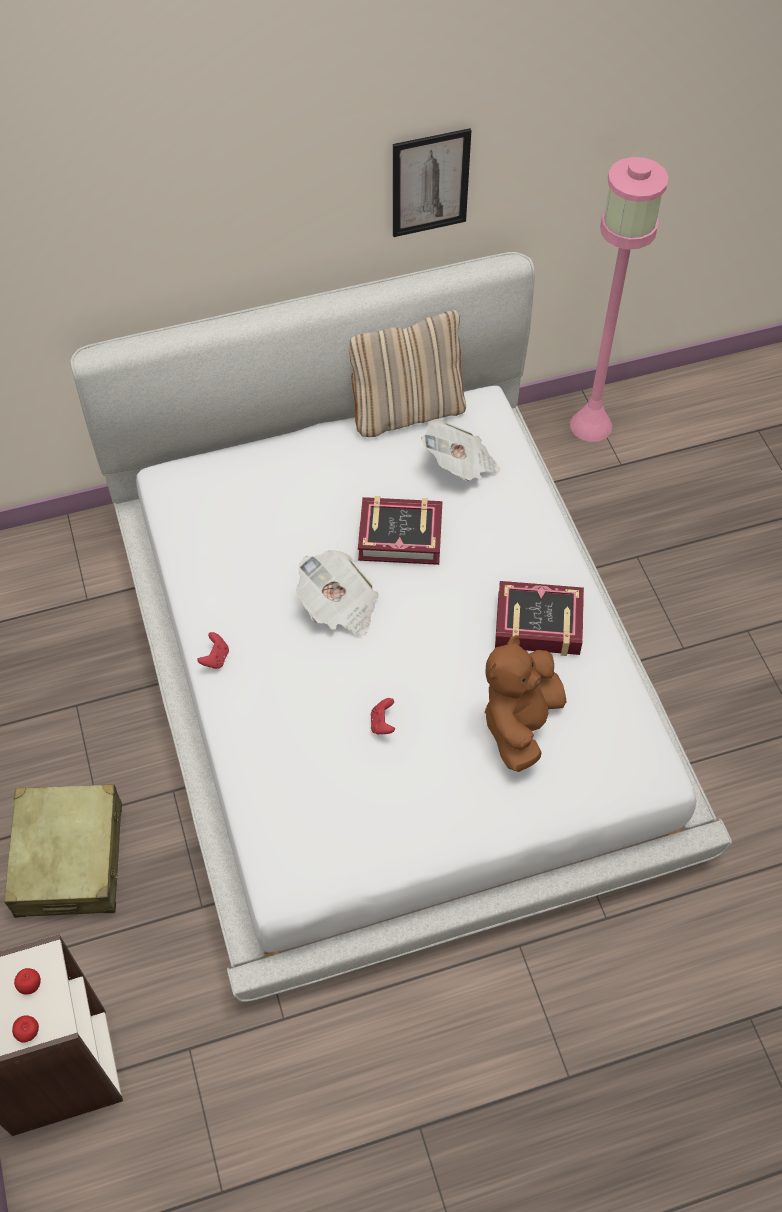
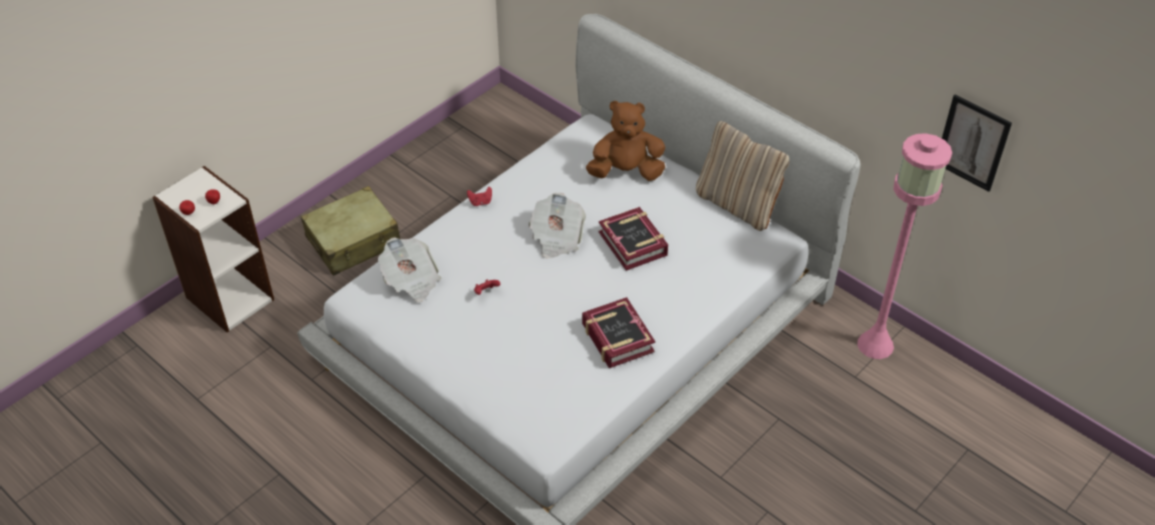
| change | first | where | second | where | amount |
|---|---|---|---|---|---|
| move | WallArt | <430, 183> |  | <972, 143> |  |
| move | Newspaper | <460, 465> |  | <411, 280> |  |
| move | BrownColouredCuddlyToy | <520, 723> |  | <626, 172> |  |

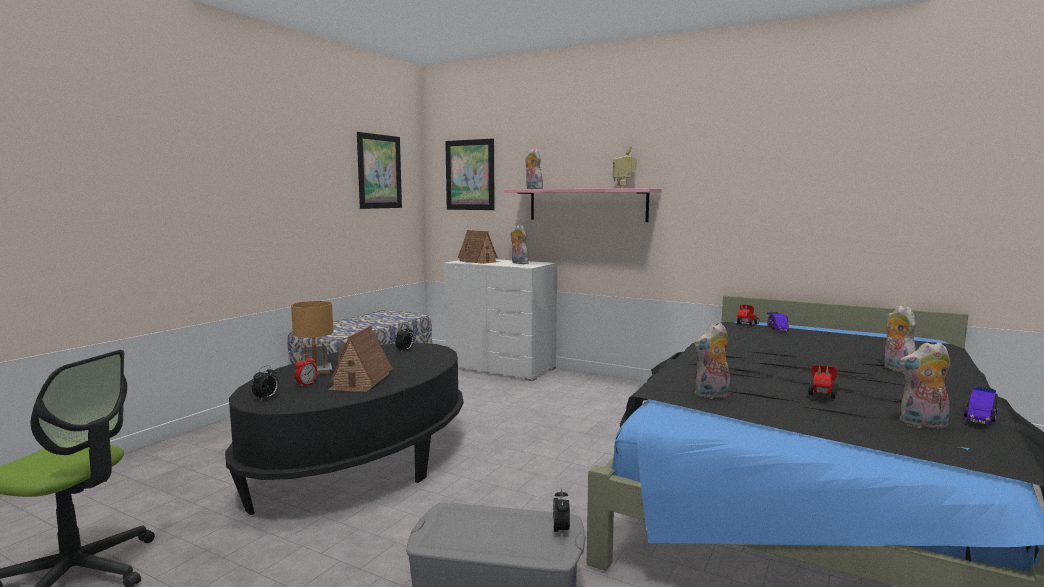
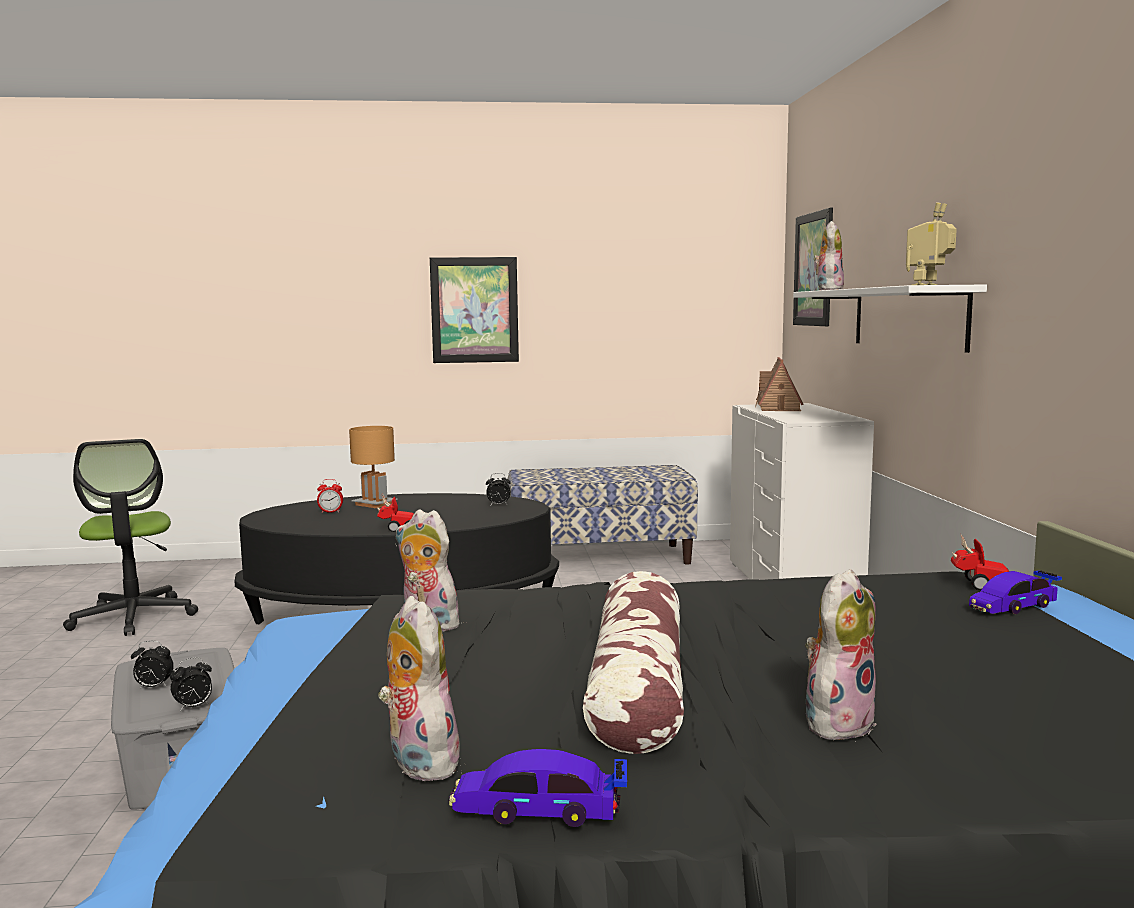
| change | first | where | second | where | amount |
|---|---|---|---|---|---|
| move | WallArt | <379, 171> |  | <474, 310> |  |
| recolor | PinkishWallShelf | <587, 205> | WhitishWallShelf | <907, 318> |  |
| delete | CuddlyToy | <518, 263> |  |  |  |
| delete | MiniatureHouse | <360, 381> |  |  |  |
| move | MiniatureCar | <822, 396> |  | <397, 529> |  |
| move | BedsideClock | <266, 398> |  | <153, 687> |  |
| insert |  |  | Pillow | <638, 688> |  |

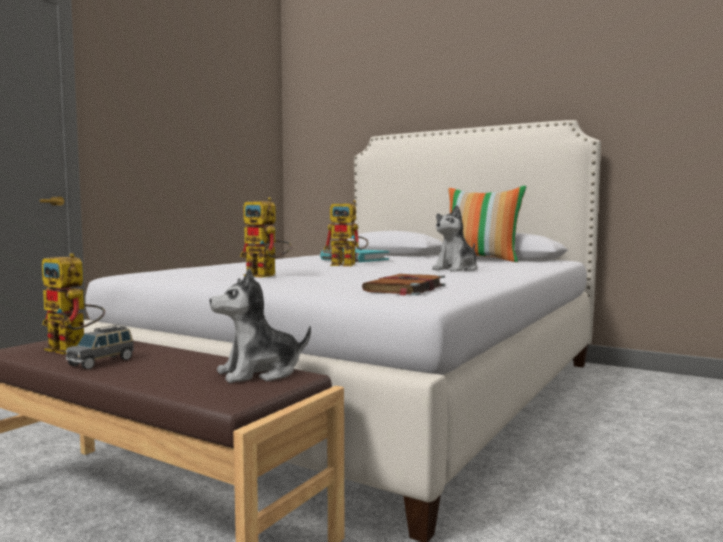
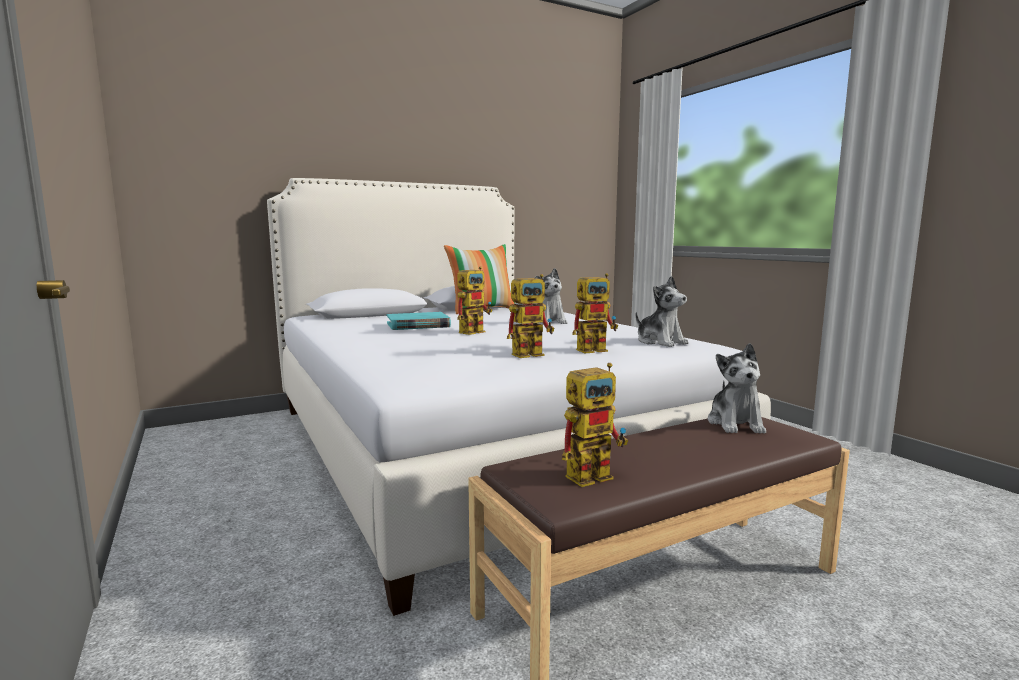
| change | first | where | second | where | amount |
|---|---|---|---|---|---|
| replace | BrownColouredVolume | <405, 288> | CuddlyToy | <660, 342> |  |
| delete | GreyishMiniatureCar | <102, 362> |  |  |  |
| insert |  |  | ModelRobot | <596, 349> |  |

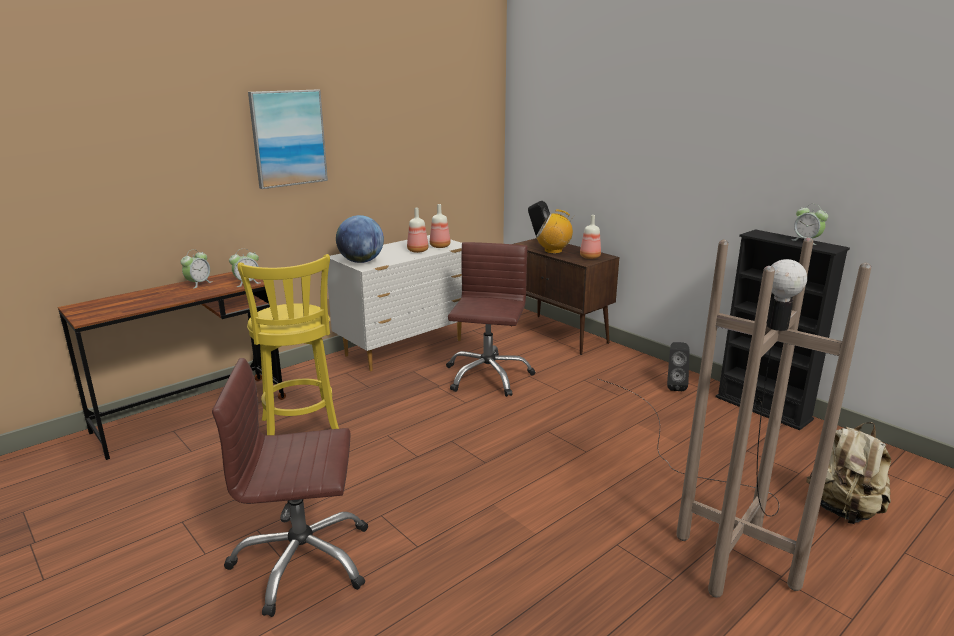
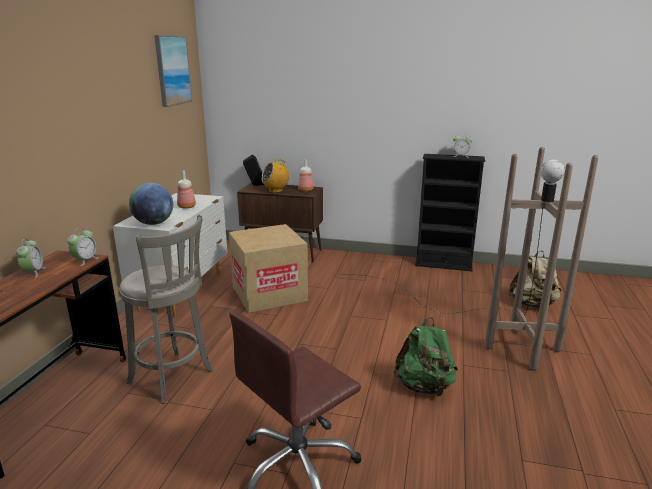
| change | first | where | second | where | amount |
|---|---|---|---|---|---|
| move | WallArt | <288, 138> |  | <172, 70> |  |
| delete | DrinkBottle | <439, 246> |  |  |  |
| replace | BrownColouredDeskChair | <487, 376> | Carton | <269, 293> |  |
| recolor | YellowSittingStool | <301, 430> | GreyishSittingStool | <173, 378> |  |
| delete | BlackishAudioSpeaker | <674, 386> |  |  |  |
| insert |  |  | GreenColouredRucksack | <424, 386> |  |

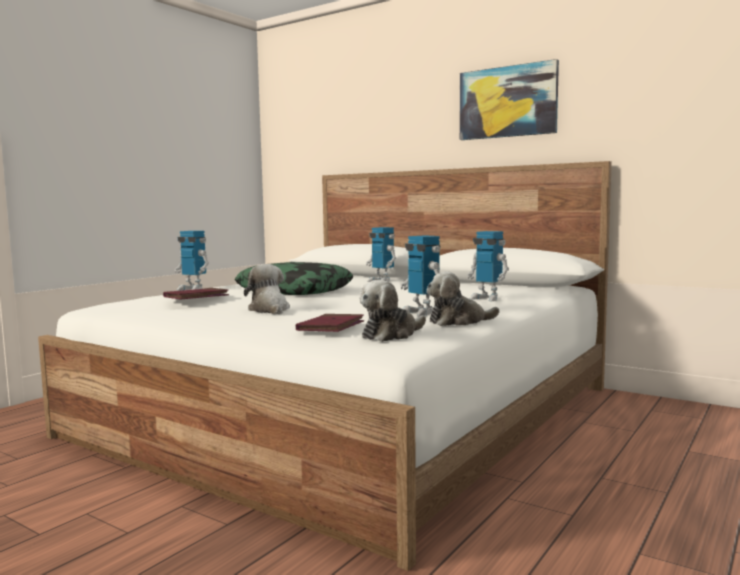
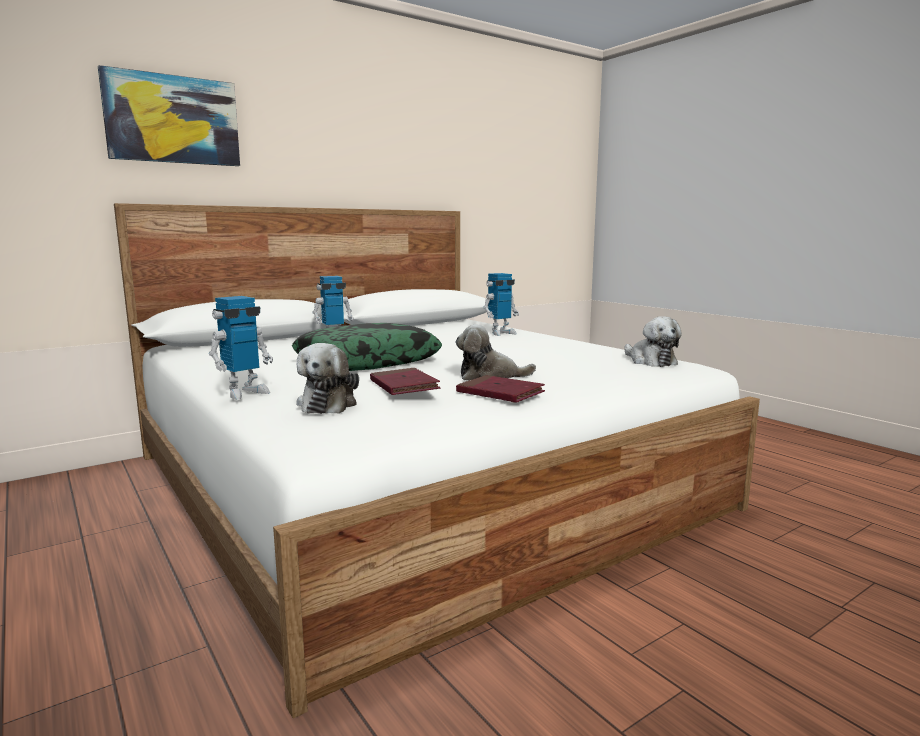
| change | first | where | second | where | amount |
|---|---|---|---|---|---|
| move | WallArt | <507, 102> |  | <173, 119> |  |
| delete | ModelRobot | <421, 312> |  |  |  |
| move | CuddlyToy | <458, 321> |  | <329, 404> |  |
| move | RedColouredVolume | <331, 327> |  | <500, 393> |  |

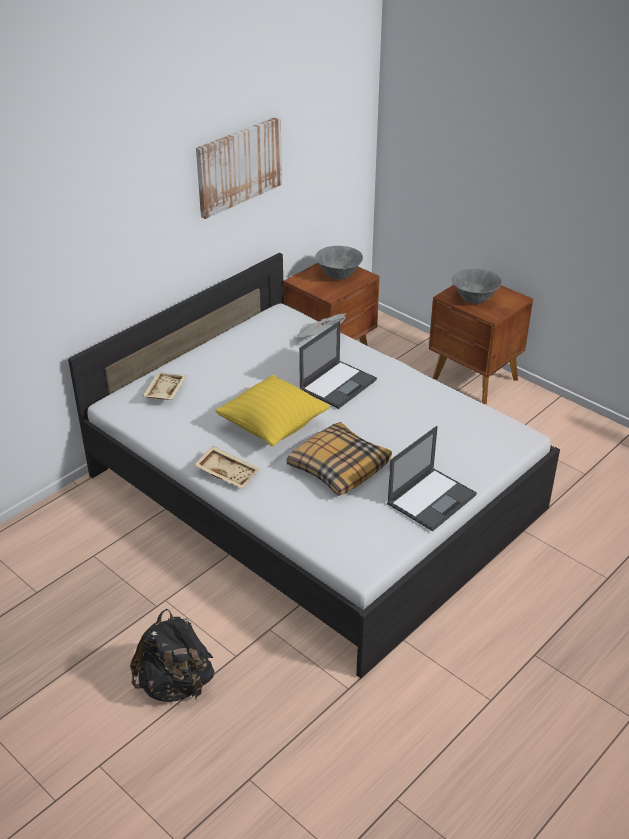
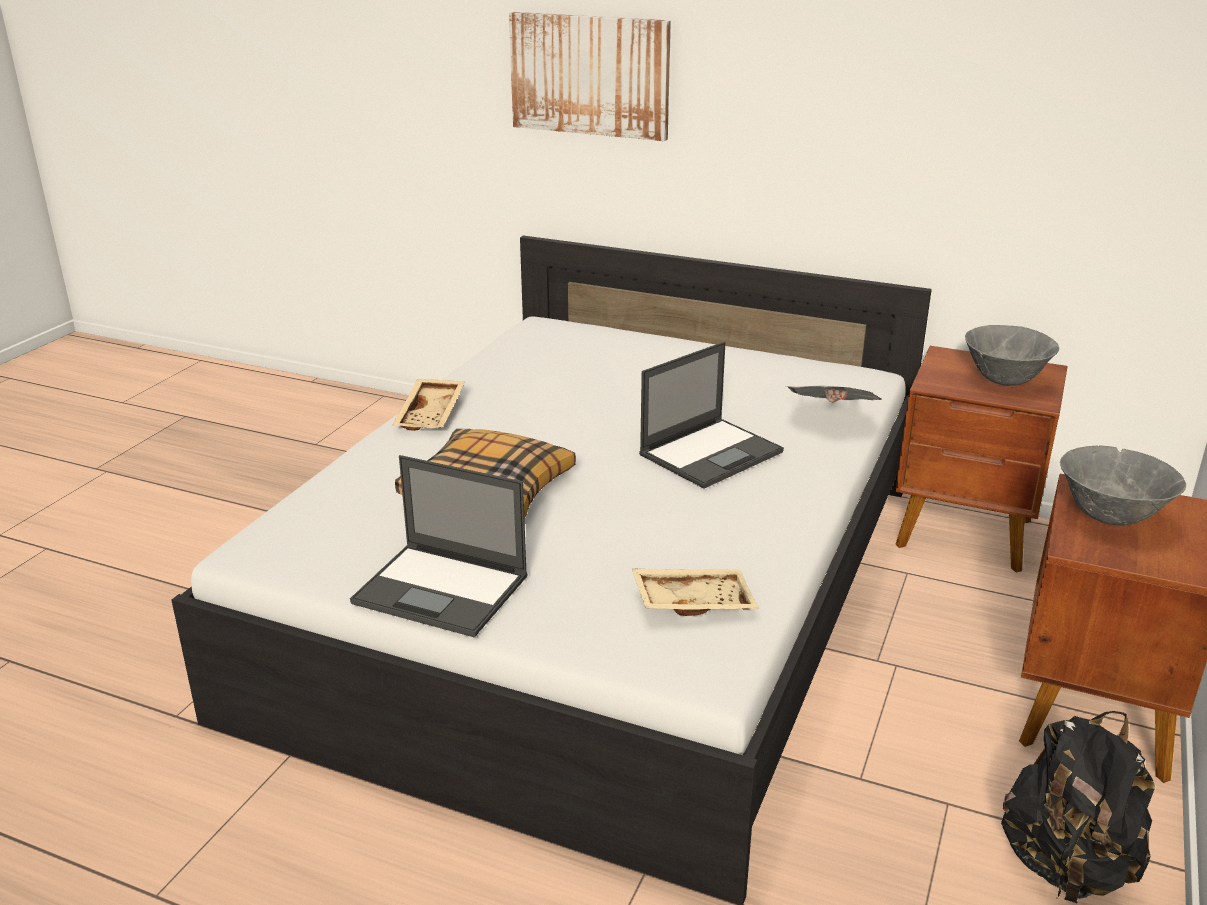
| change | first | where | second | where | amount |
|---|---|---|---|---|---|
| move | WallArt | <239, 166> |  | <590, 75> |  |
| rotate | NotebookComputer | <338, 384> |  | <712, 452> | 60 degrees counterclockwise |
| move | SandColouredServingTray | <164, 391> |  | <693, 601> |  |
| delete | YellowPillow | <273, 427> |  |  |  |
| move | BlackishRucksack | <176, 685> |  | <1066, 866> |  |

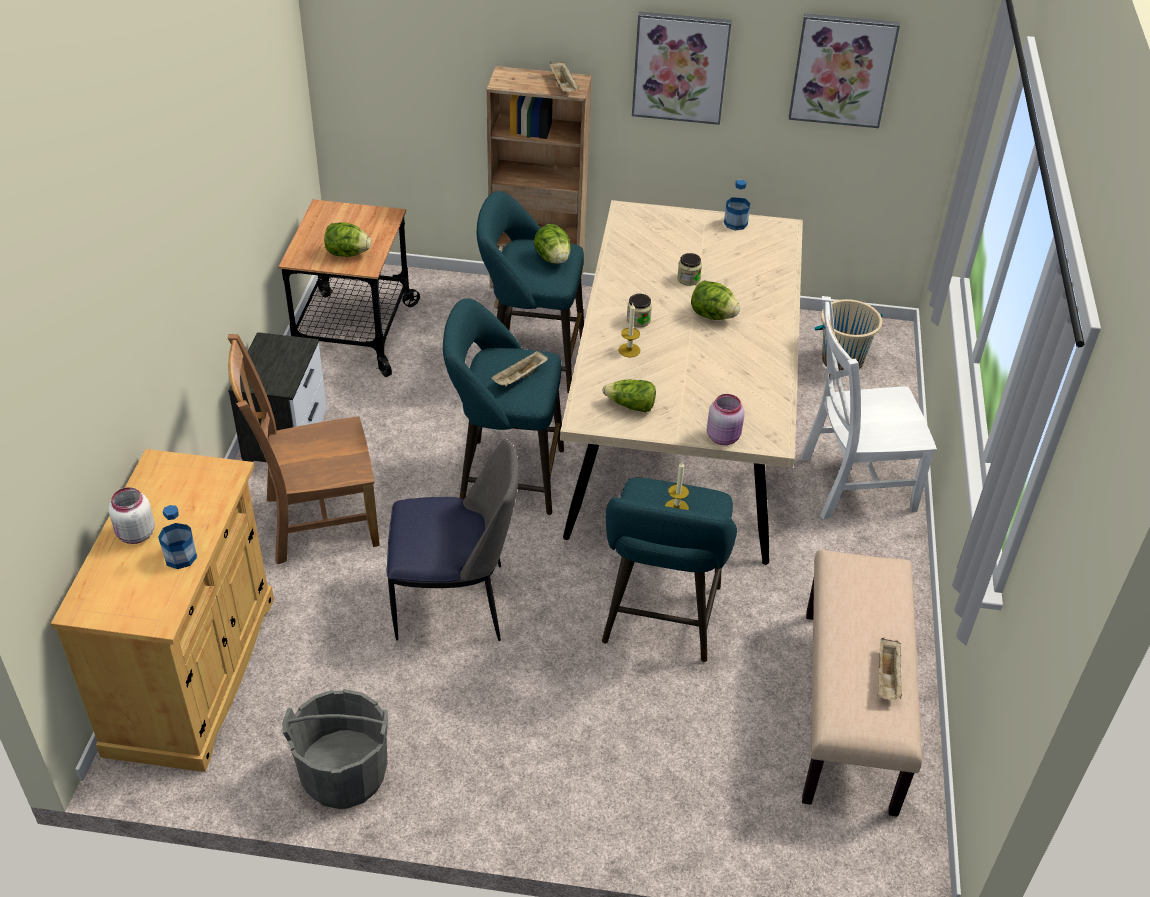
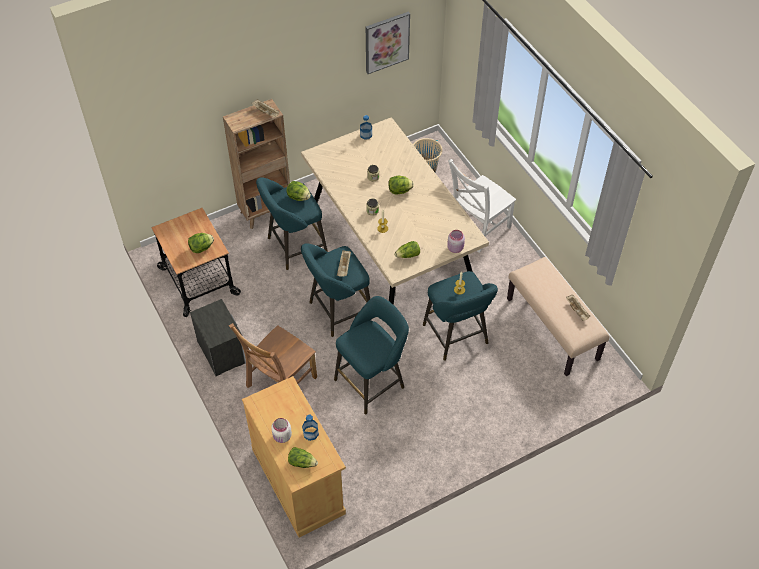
| change | first | where | second | where | amount |
|---|---|---|---|---|---|
| delete | WallArt | <680, 67> |  |  |  |
| replace | Chair | <454, 603> | BlueGreenSittingStool | <372, 382> |  |
| delete | GreyishWaterBucket | <344, 774> |  |  |  |
| insert |  |  | Lettuce | <302, 462> |  |

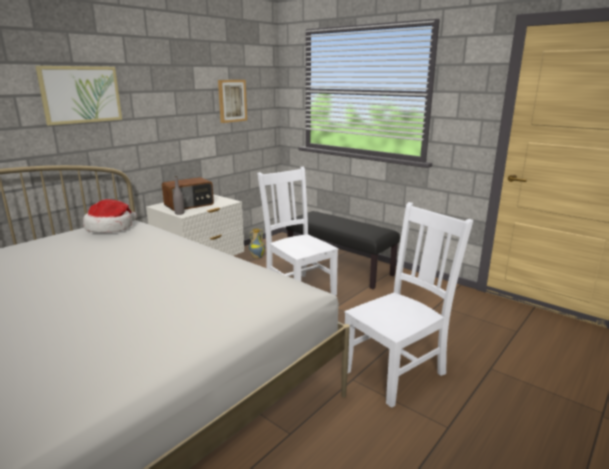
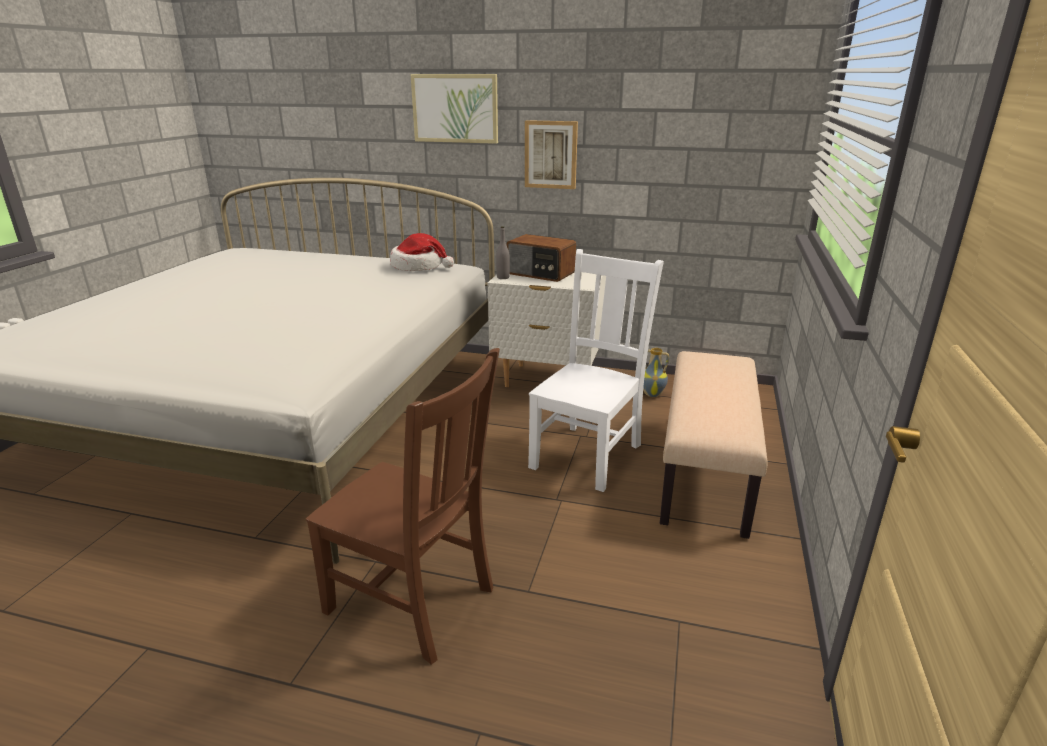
| change | first | where | second | where | amount |
|---|---|---|---|---|---|
| move | WallArt | <232, 101> |  | <551, 154> |  |
| recolor | WhitishChair | <397, 371> | BrownColouredChair | <414, 602> |  |
| recolor | BlackishLongSeat | <340, 267> | SandColouredLongSeat | <706, 471> |  |

